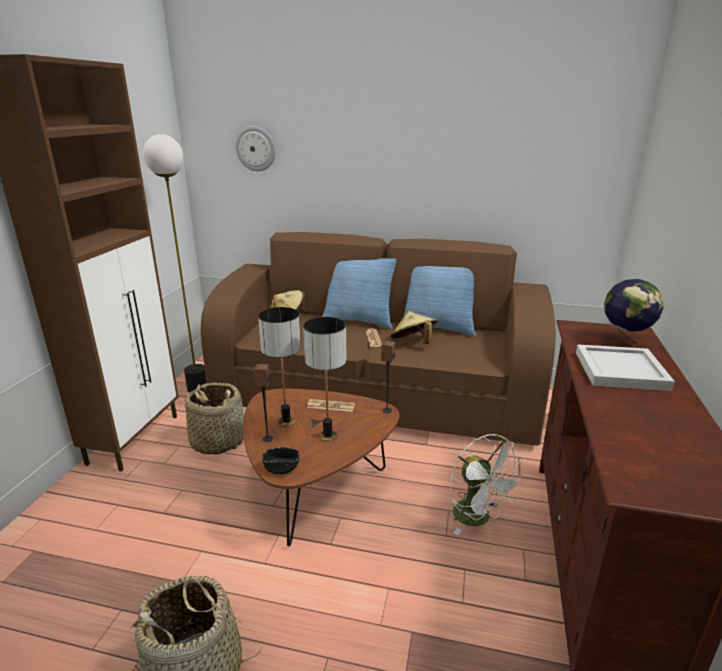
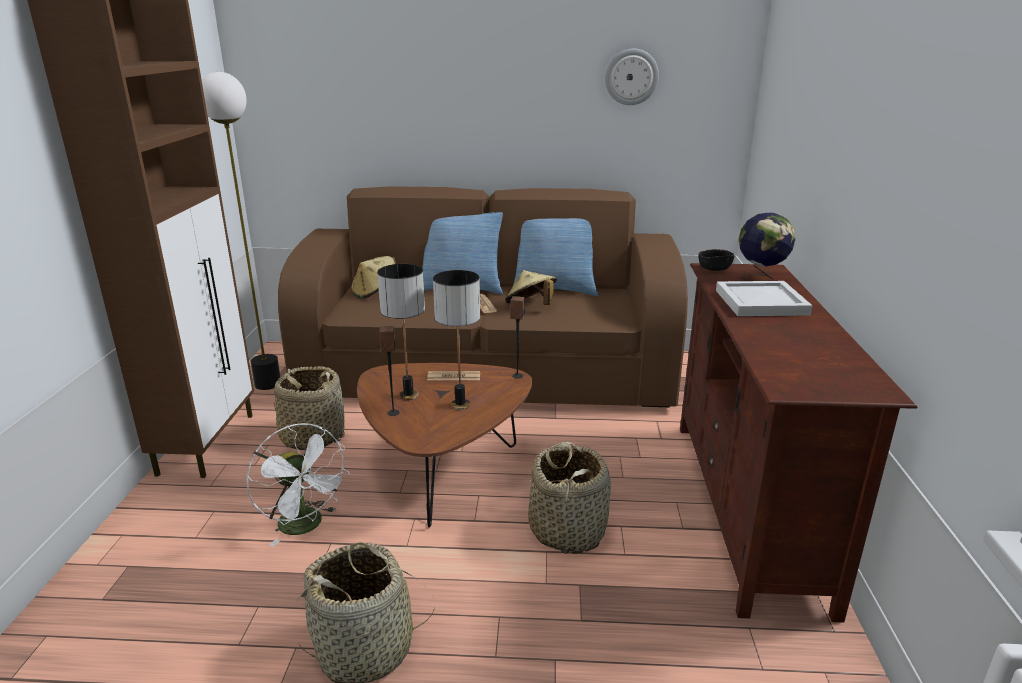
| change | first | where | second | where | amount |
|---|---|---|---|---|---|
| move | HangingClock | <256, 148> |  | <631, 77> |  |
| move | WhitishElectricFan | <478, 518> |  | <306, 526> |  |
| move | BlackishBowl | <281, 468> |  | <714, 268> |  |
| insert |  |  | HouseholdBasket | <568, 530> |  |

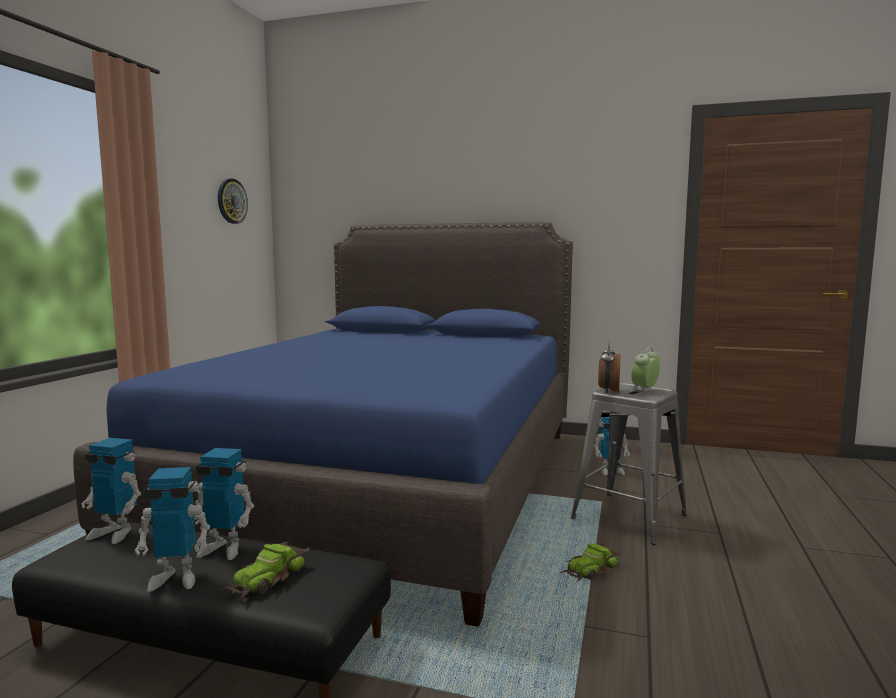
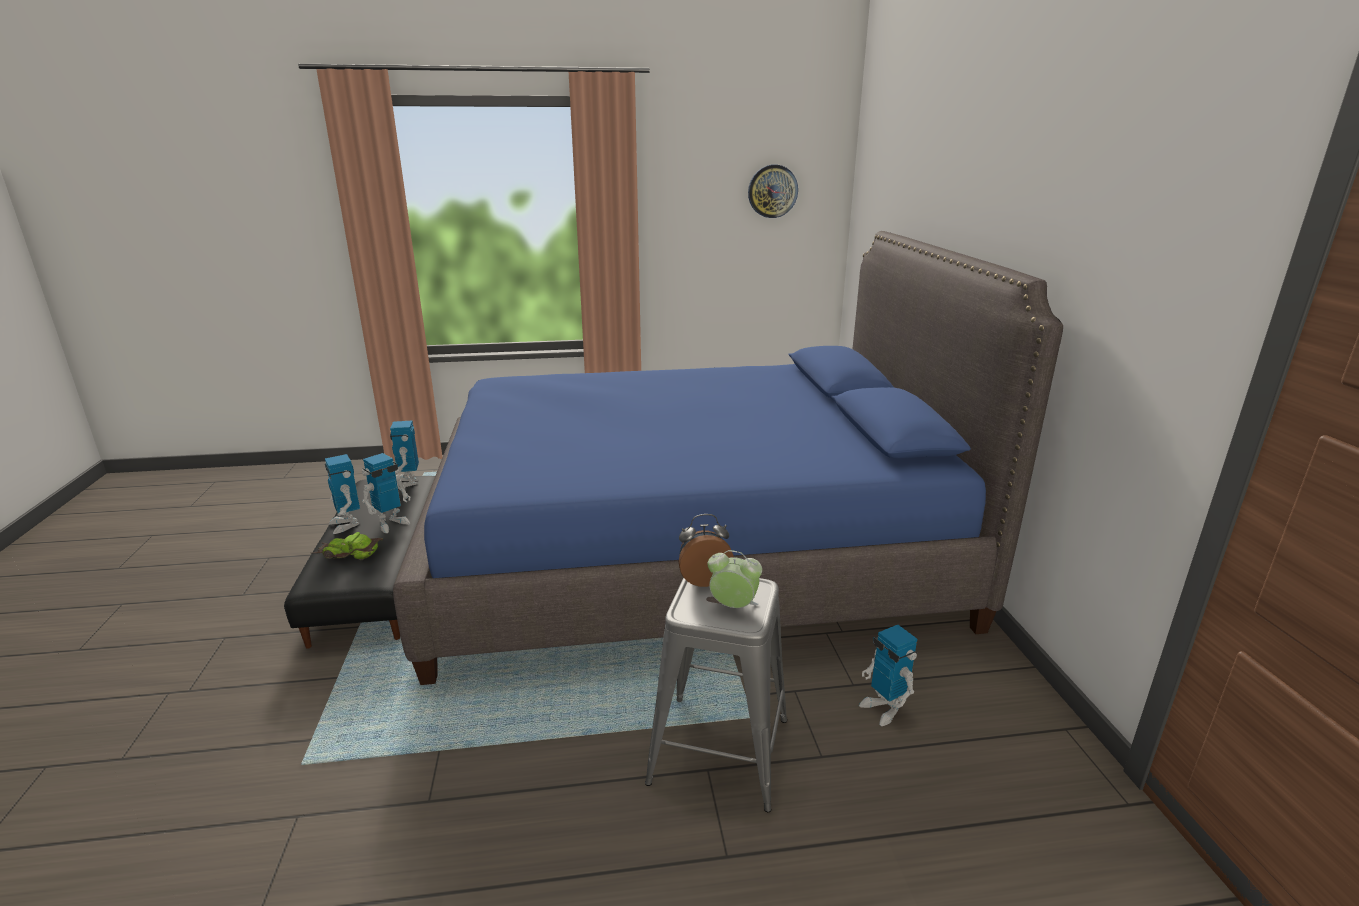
| change | first | where | second | where | amount |
|---|---|---|---|---|---|
| rotate | ModelRobot | <224, 549> |  | <391, 523> | 120 degrees counterclockwise |
| delete | MiniatureCar | <591, 569> |  |  |  |

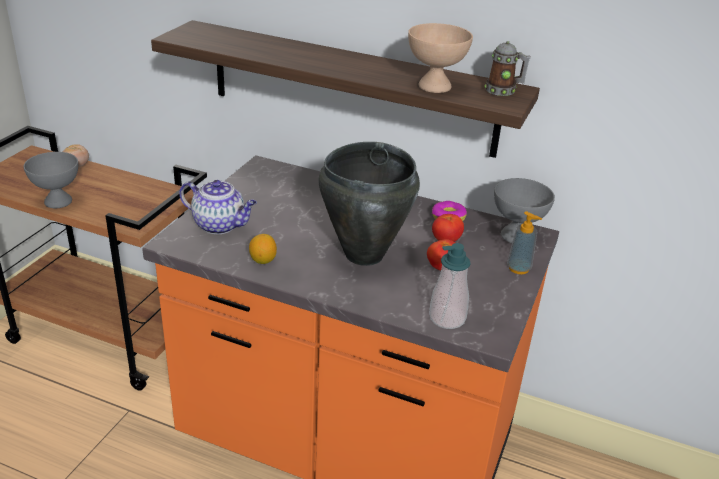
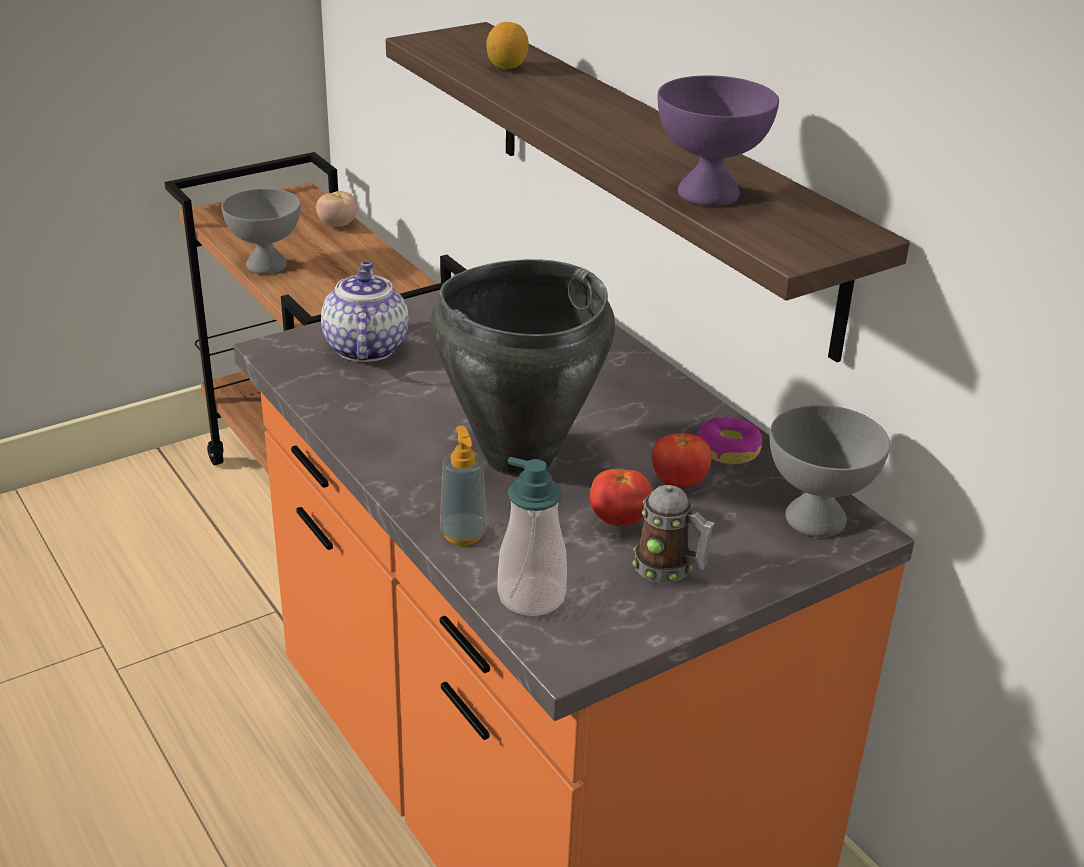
| change | first | where | second | where | amount |
|---|---|---|---|---|---|
| recolor | SandColouredBowl | <434, 87> | PurpleColouredBowl | <707, 194> |  |
| move | CoffeeMug | <503, 91> |  | <669, 569> |  |
| rotate | PotForTea | <220, 225> |  | <365, 347> | 150 degrees counterclockwise |
| move | SoapDispenser | <518, 268> |  | <463, 534> |  |
| move | CitrusFruit | <263, 260> |  | <507, 67> |  |

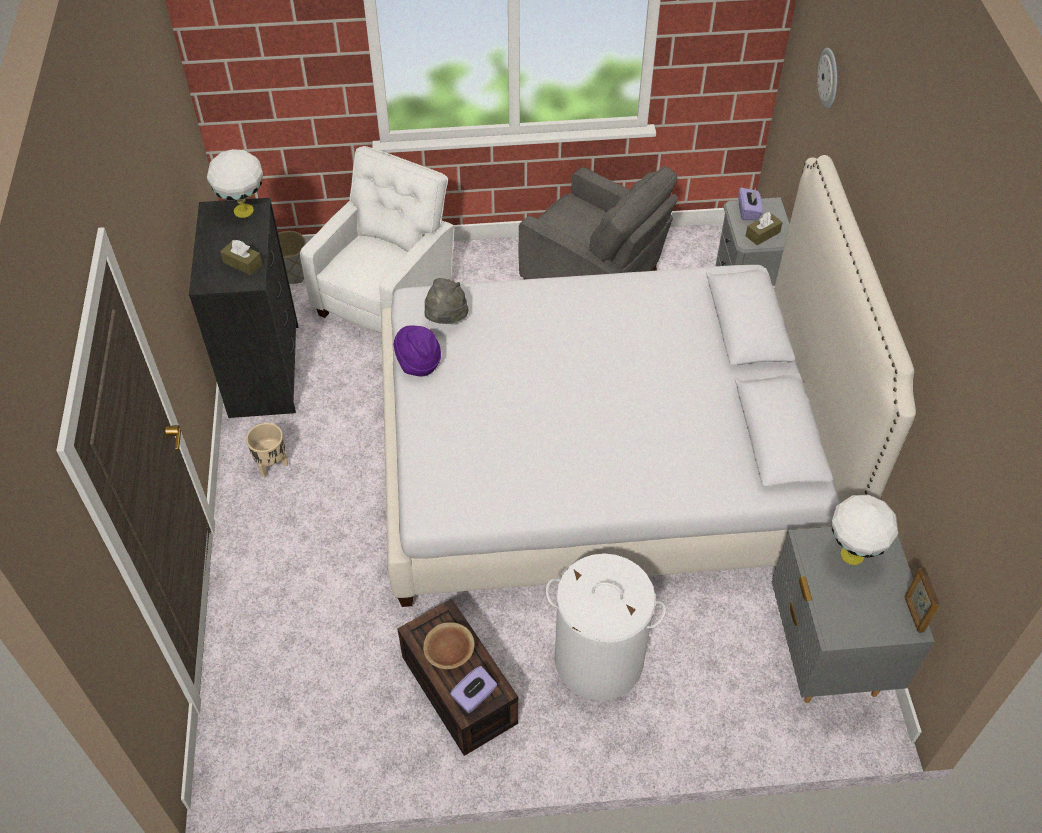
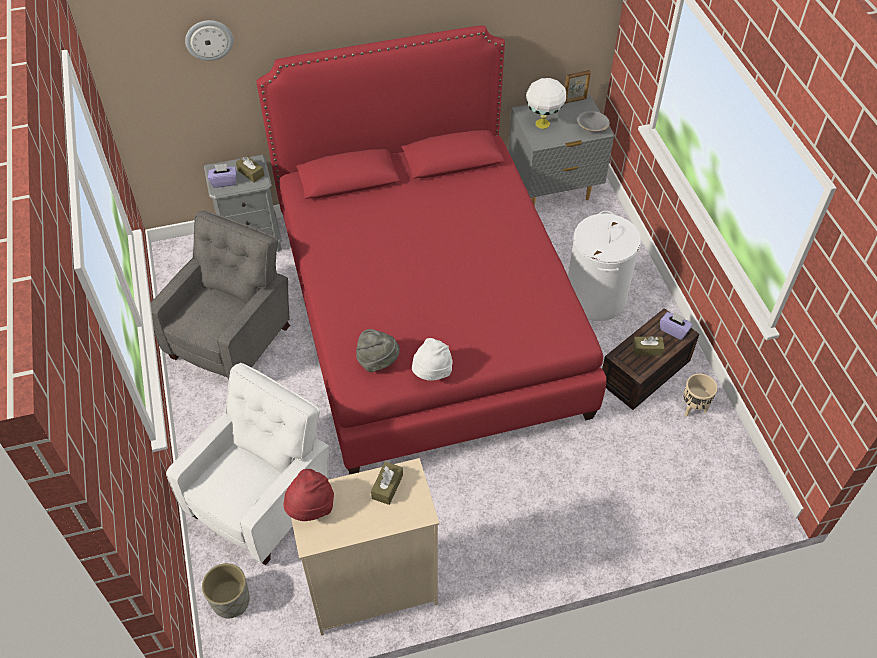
| change | first | where | second | where | amount |
|---|---|---|---|---|---|
| rotate | WhitishLoungeChair | <388, 298> |  | <263, 500> | 105 degrees clockwise |
| replace | WhitishTableLamp | <244, 211> | RedColouredWearableHat | <310, 507> |  |
| recolor | WhitishBedroomBed | <604, 460> | RedColouredBedroomBed | <427, 312> |  |
| recolor | BlackishDrawerChest | <265, 370> | SandColouredDrawerChest | <372, 588> |  |
| recolor | PurpleColouredWearableHat | <418, 363> | WhitishWearableHat | <432, 372> |  |
| move | SandColouredFlowerPot | <272, 465> |  | <693, 408> |  |
| replace | BrownColouredBowl | <449, 652> | BrownColouredTissueBox | <647, 350> |  |
| insert |  |  | GreyishBowl | <592, 128> |  |

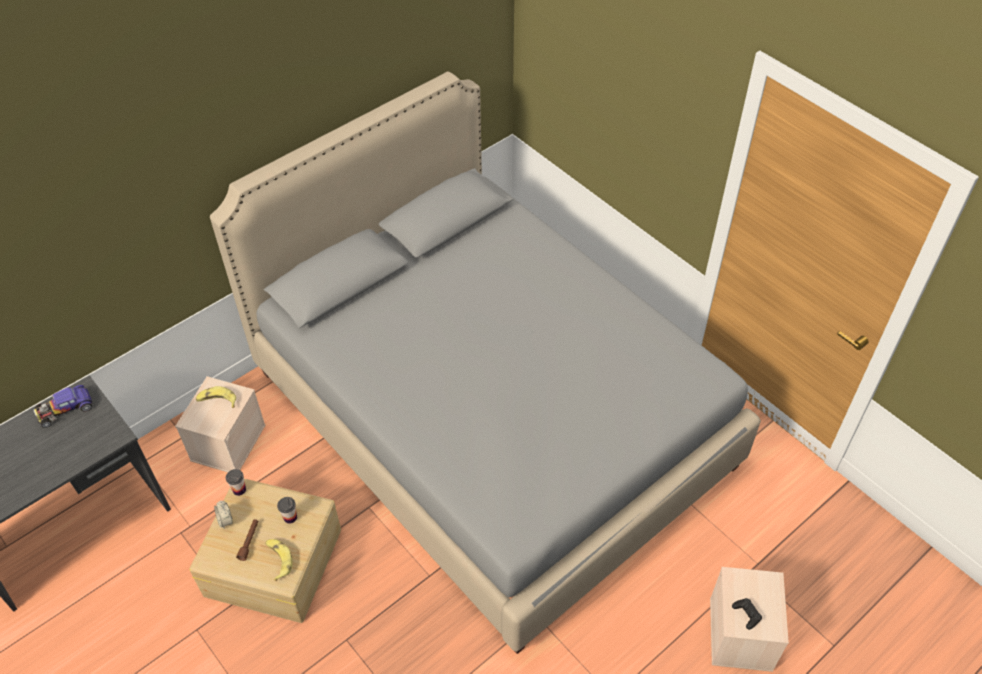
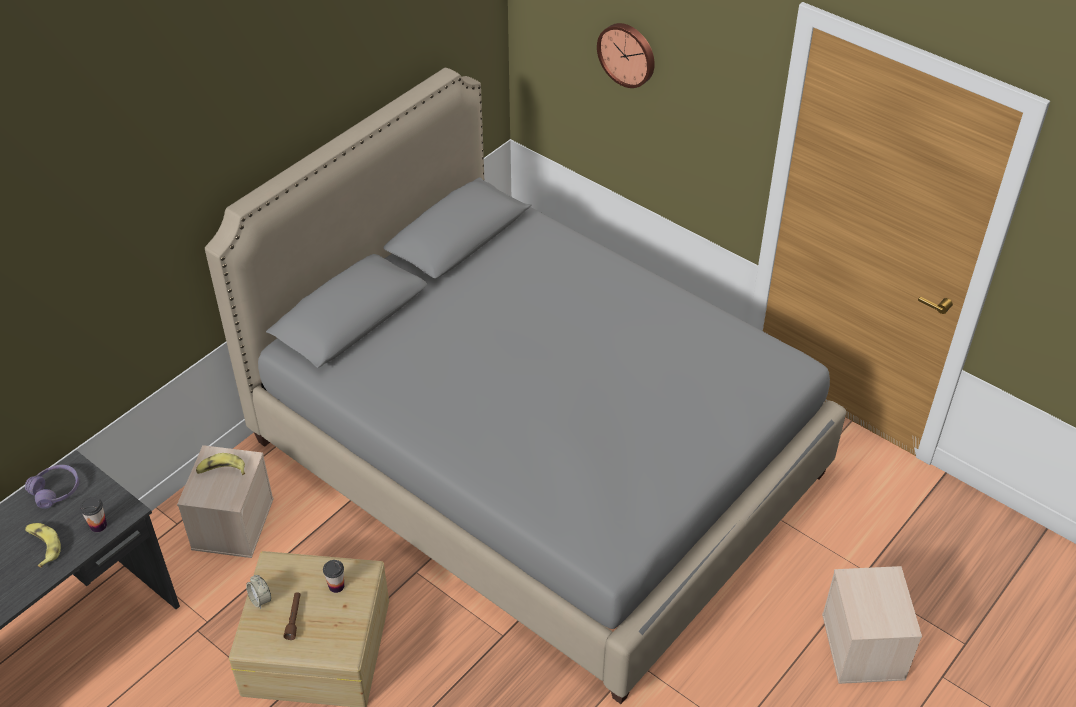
| change | first | where | second | where | amount |
|---|---|---|---|---|---|
| replace | MiniatureCar | <65, 409> | PurpleColouredHeadset | <56, 490> |  |
| move | Cup | <239, 490> |  | <98, 525> |  |
| move | WholeBanana | <278, 559> |  | <43, 546> |  |
| delete | BlackishJoypad | <746, 614> |  |  |  |
| insert |  |  | HangingClock | <627, 54> |  |

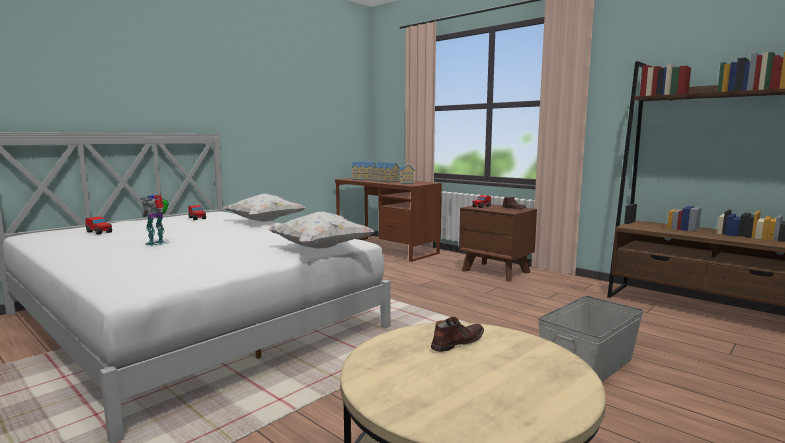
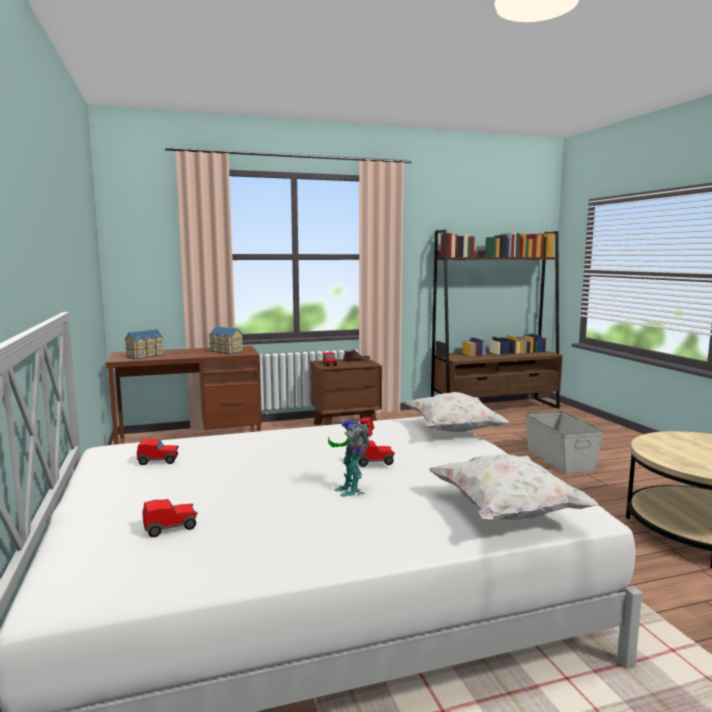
| change | first | where | second | where | amount |
|---|---|---|---|---|---|
| delete | MiniatureHouse | <386, 181> |  |  |  |
| move | WhitishPillow | <264, 221> |  | <507, 512> |  |
| delete | BrownColouredLowShoe | <457, 342> |  |  |  |
| insert |  |  | MiniatureCar | <374, 462> |  |

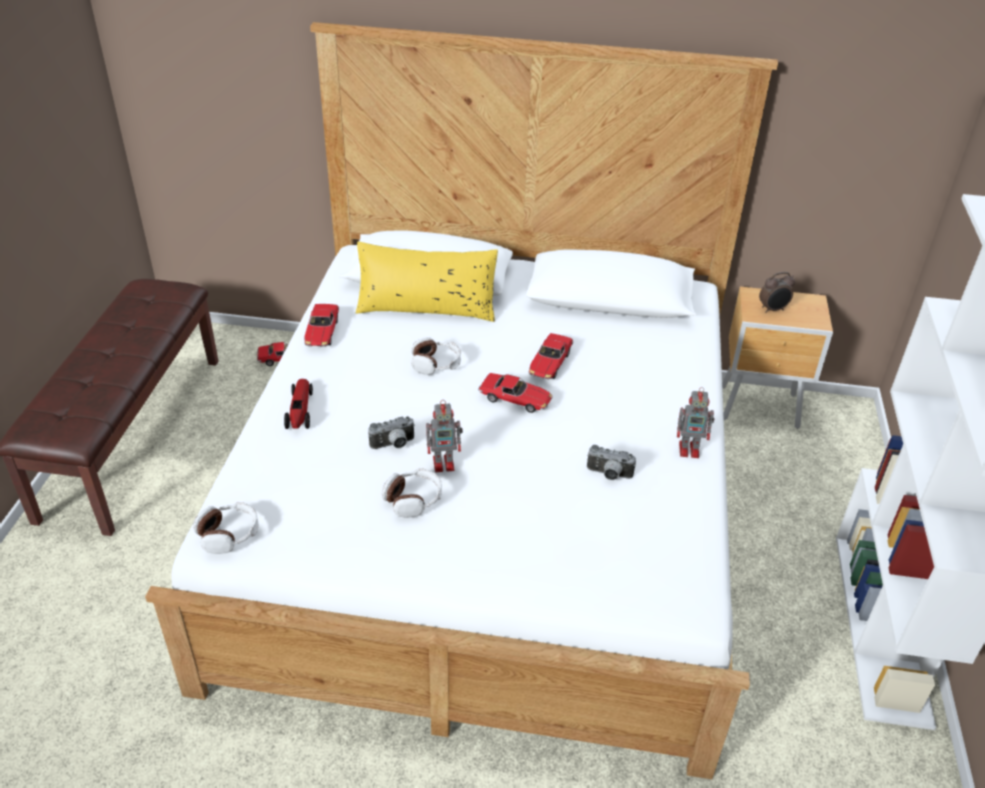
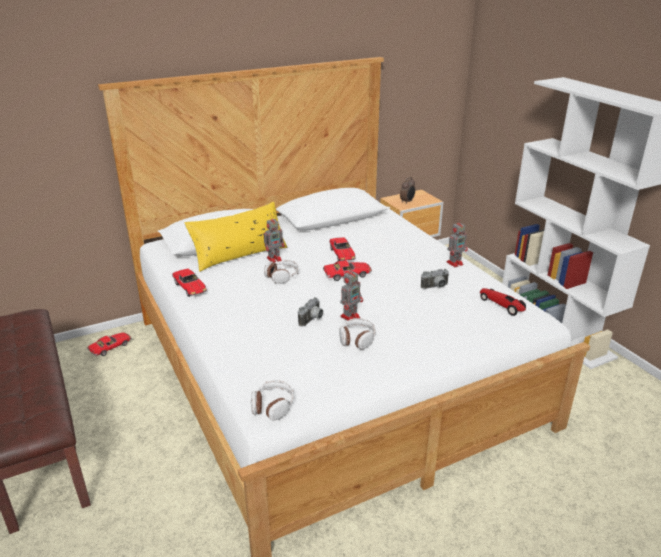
| change | first | where | second | where | amount |
|---|---|---|---|---|---|
| move | MiniatureCar | <300, 411> |  | <502, 305> |  |
| insert |  |  | ModelRobot | <275, 259> |  |

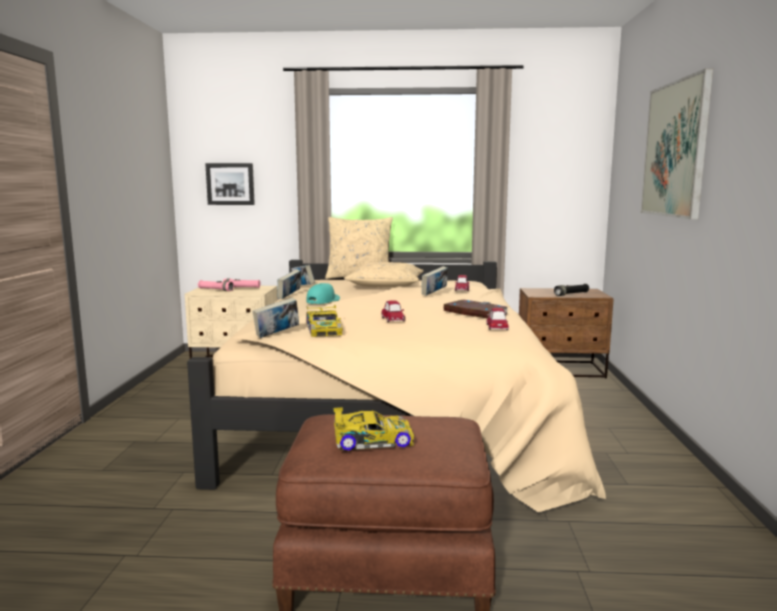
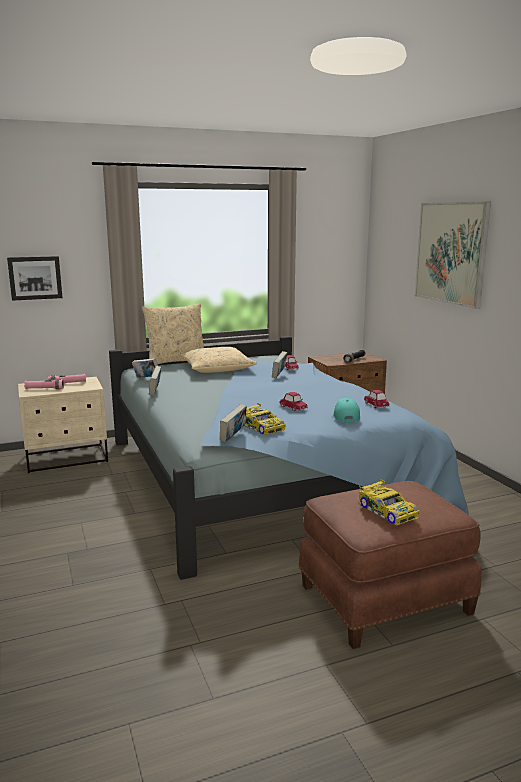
| change | first | where | second | where | amount |
|---|---|---|---|---|---|
| recolor | SandColouredBedroomBed | <395, 412> | BluishBedroomBed | <262, 480> |  |
| move | BlueGreenPeakedCap | <323, 301> |  | <345, 416> |  |
| delete | Volume | <474, 312> |  |  |  |
| rotate | MiniatureCar | <371, 440> |  | <387, 510> | 90 degrees clockwise |

